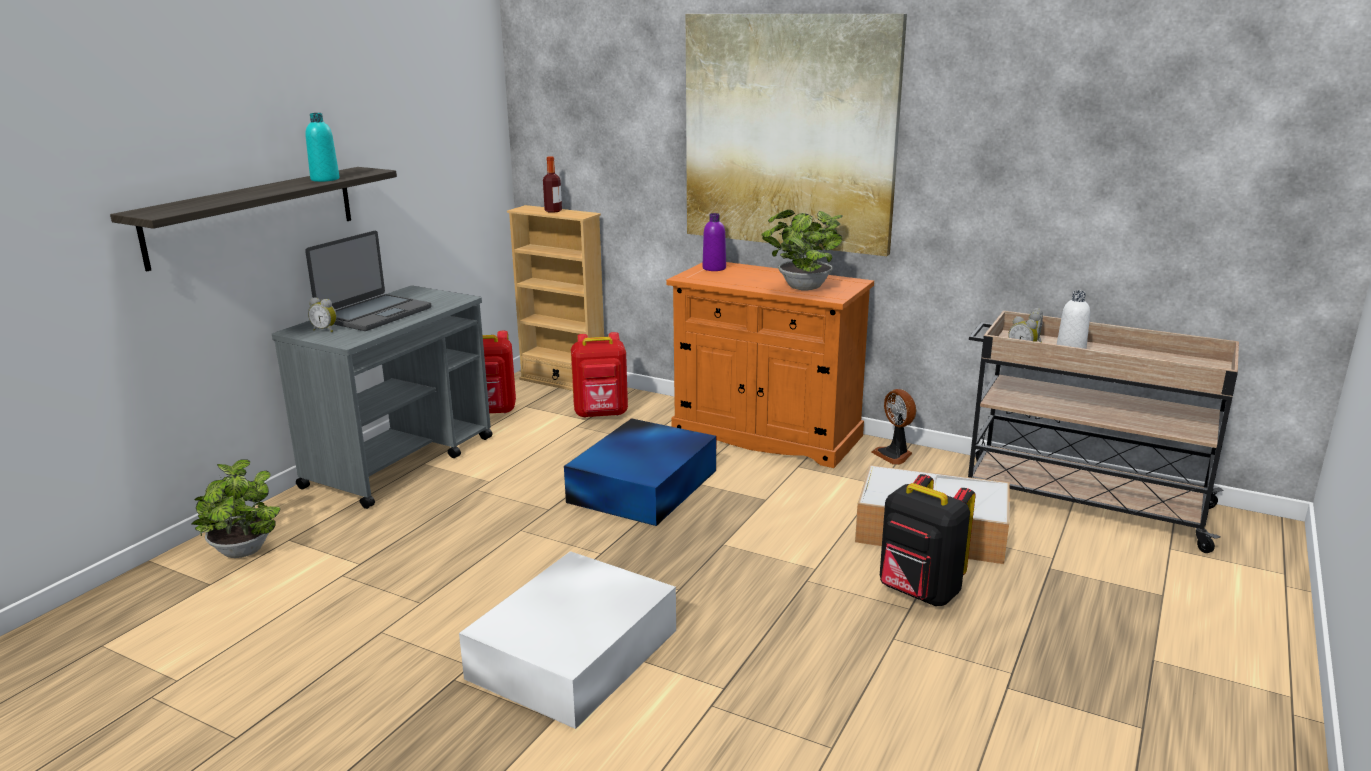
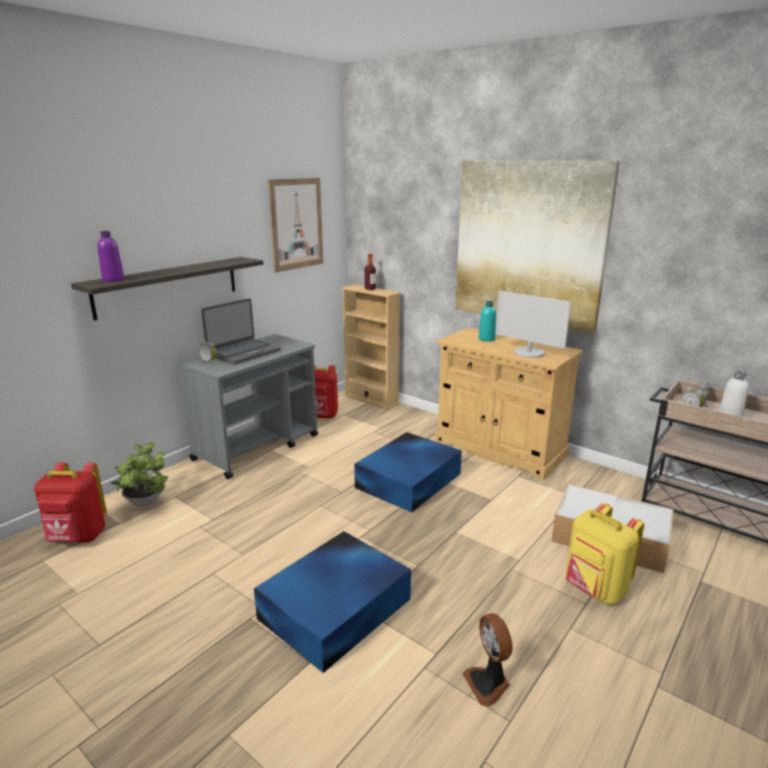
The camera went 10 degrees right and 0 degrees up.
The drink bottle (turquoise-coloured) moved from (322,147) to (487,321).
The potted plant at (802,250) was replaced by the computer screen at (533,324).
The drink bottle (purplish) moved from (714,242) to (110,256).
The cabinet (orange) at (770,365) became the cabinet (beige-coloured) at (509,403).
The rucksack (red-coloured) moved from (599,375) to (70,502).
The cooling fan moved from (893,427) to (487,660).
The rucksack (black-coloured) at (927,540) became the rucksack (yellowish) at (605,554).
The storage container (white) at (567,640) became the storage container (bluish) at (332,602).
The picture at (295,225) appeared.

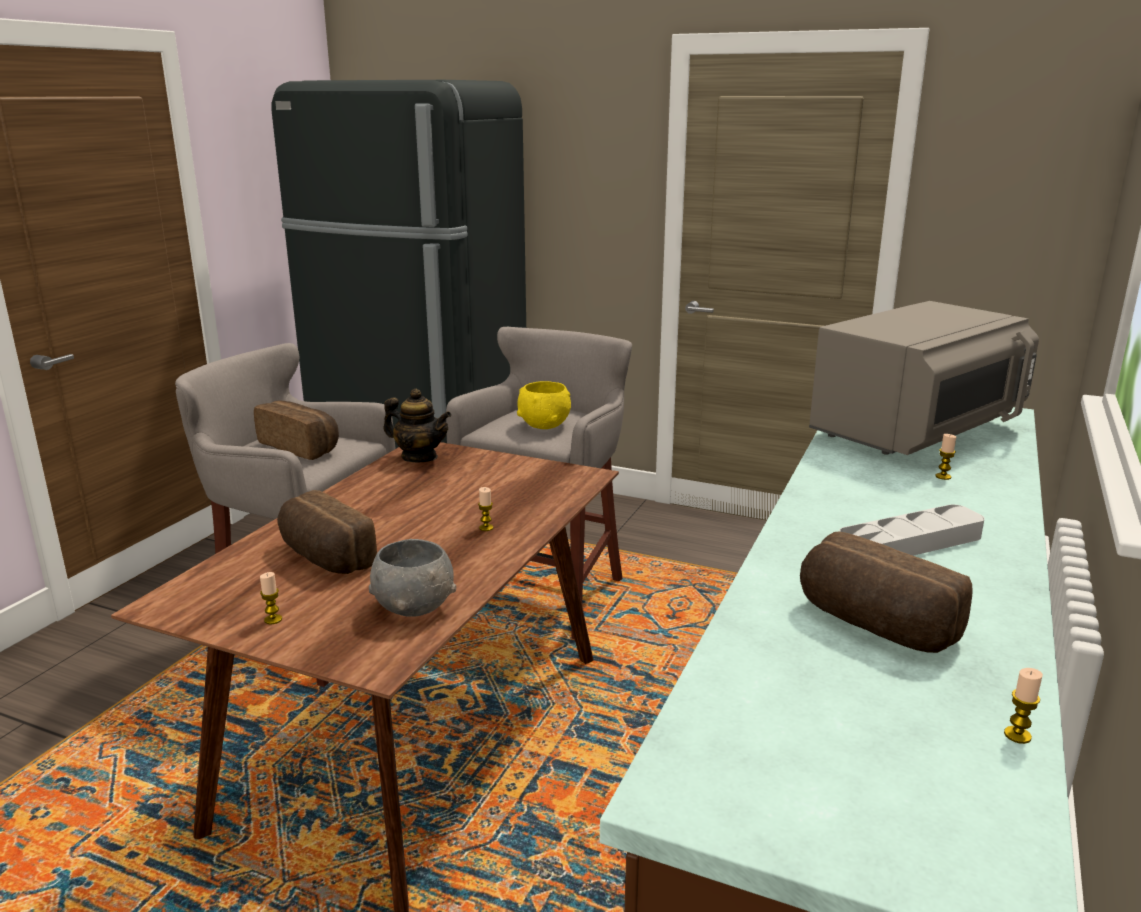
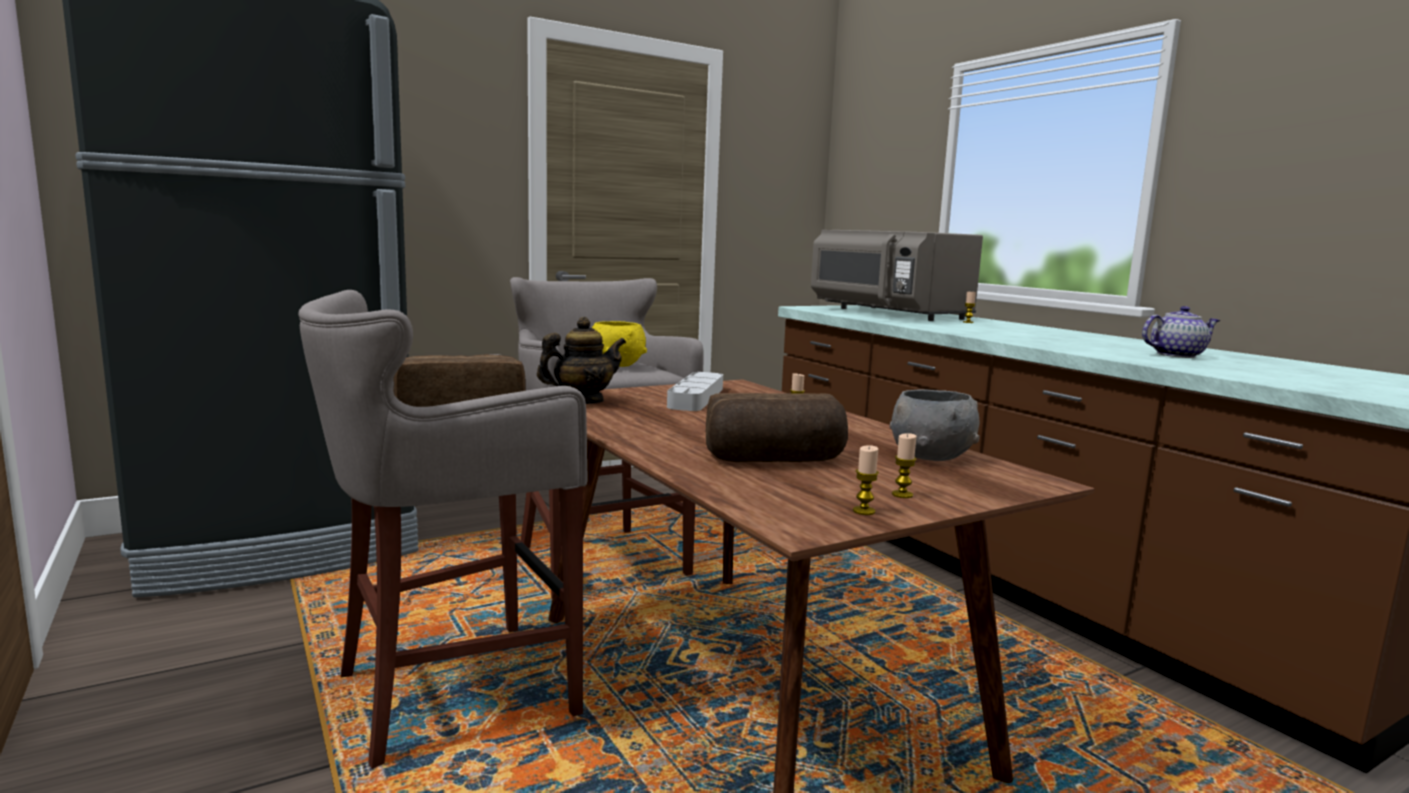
The camera went 55 degrees left and 10 degrees down.
The microwave oven (greyish) at (924,378) turned 150 degrees clockwise.
The tray (greyish) moved from (912,530) to (695,391).
The baked bread at (886,592) was replaced by the teapot at (1181,332).
The wax candle moved from (1023,706) to (866,480).

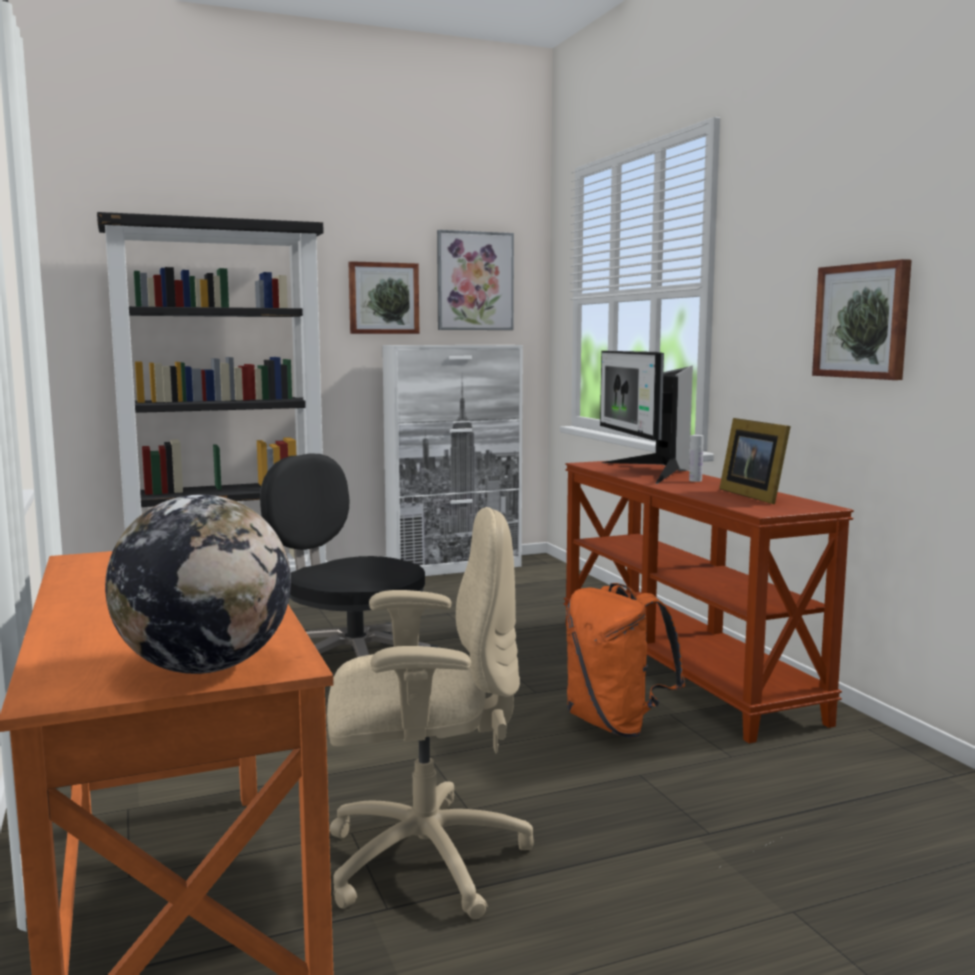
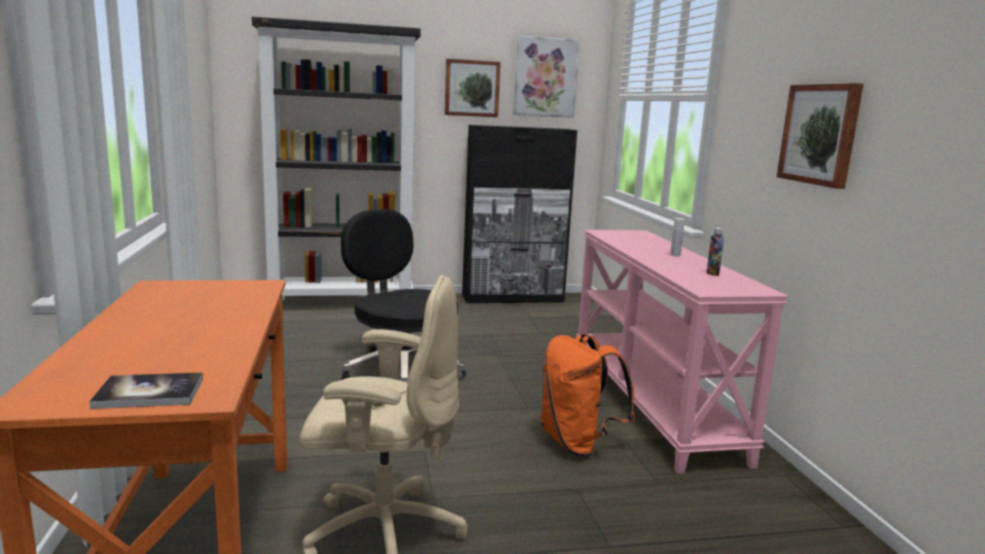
The camera went 10 degrees right and 5 degrees up.
The cabinet (white) at (452,460) became the cabinet (black-coloured) at (519,214).
The computer screen at (646,417) disappeared.
The picture frame at (755,461) was replaced by the drink bottle at (715,252).
The narrow table (brown-coloured) at (708,602) became the narrow table (pink) at (682,352).
The world globe at (198,584) was replaced by the bound book at (146,390).

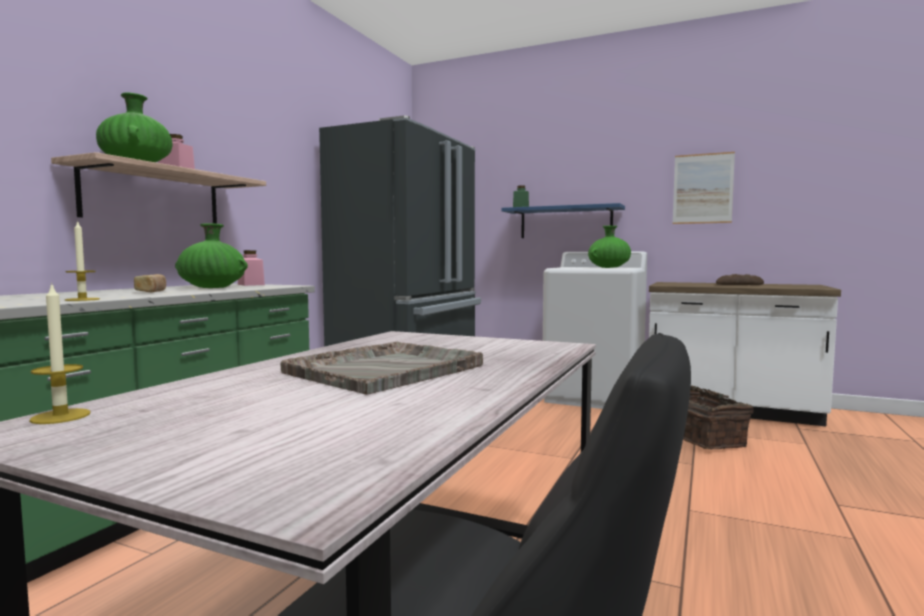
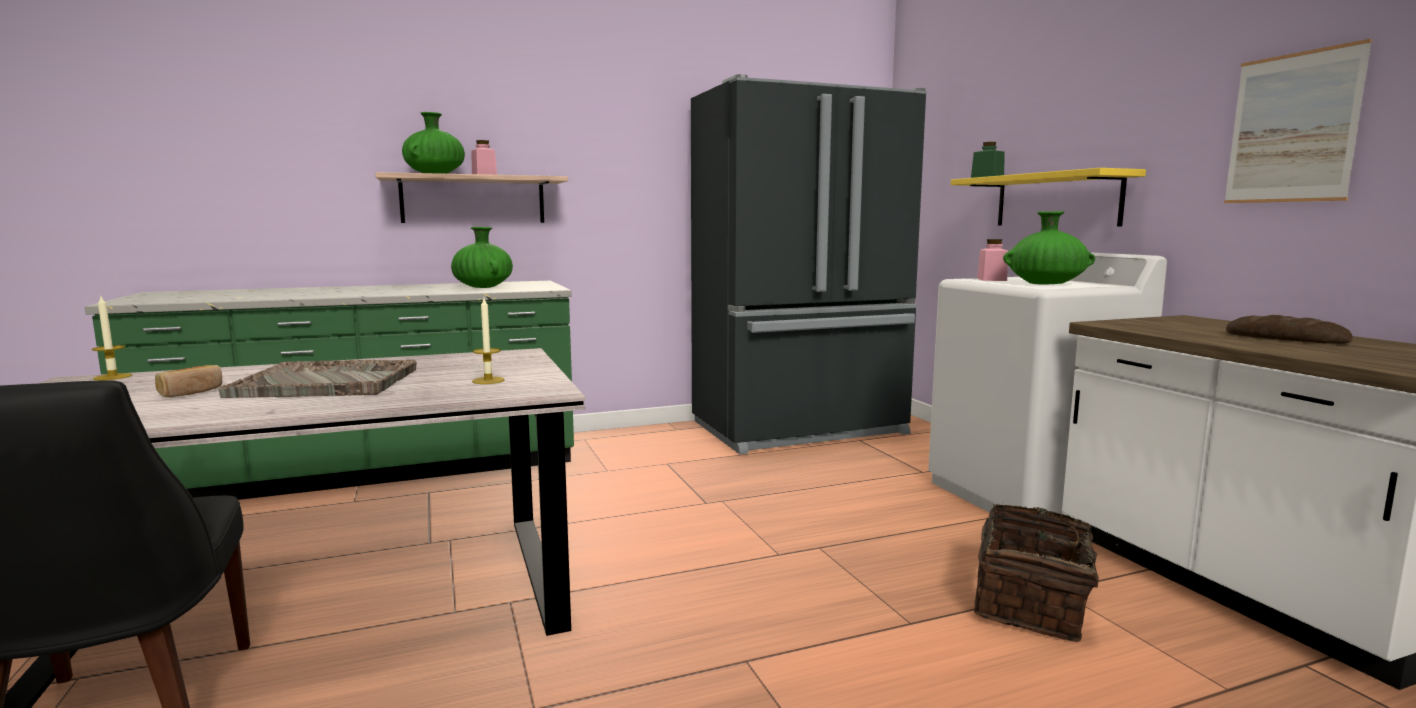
The camera went 45 degrees right and 5 degrees up.
The shelf (bluish) at (563,220) became the shelf (yellowish) at (1048,197).
The wax candle moved from (82,260) to (488,341).
The preserve jar (pink) moved from (251,268) to (992,260).
The baked bread moved from (150,283) to (188,381).

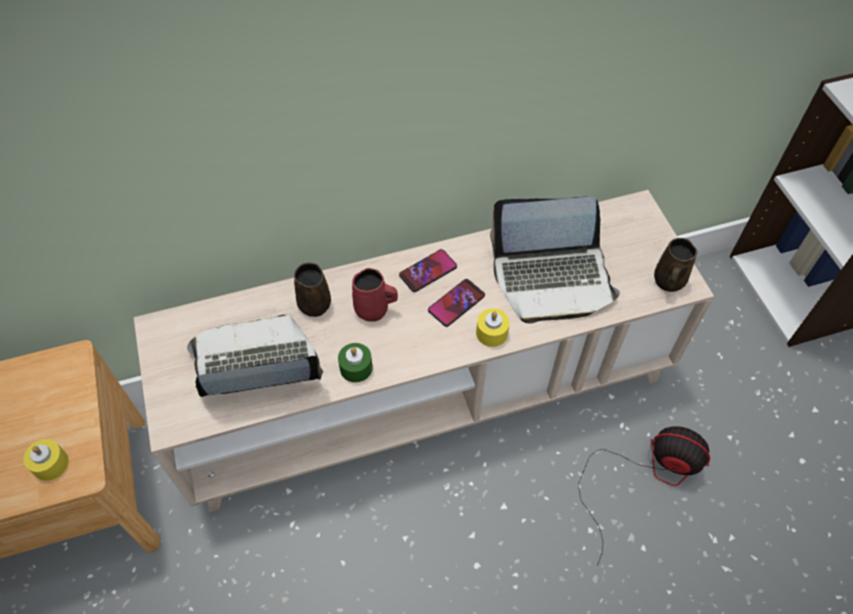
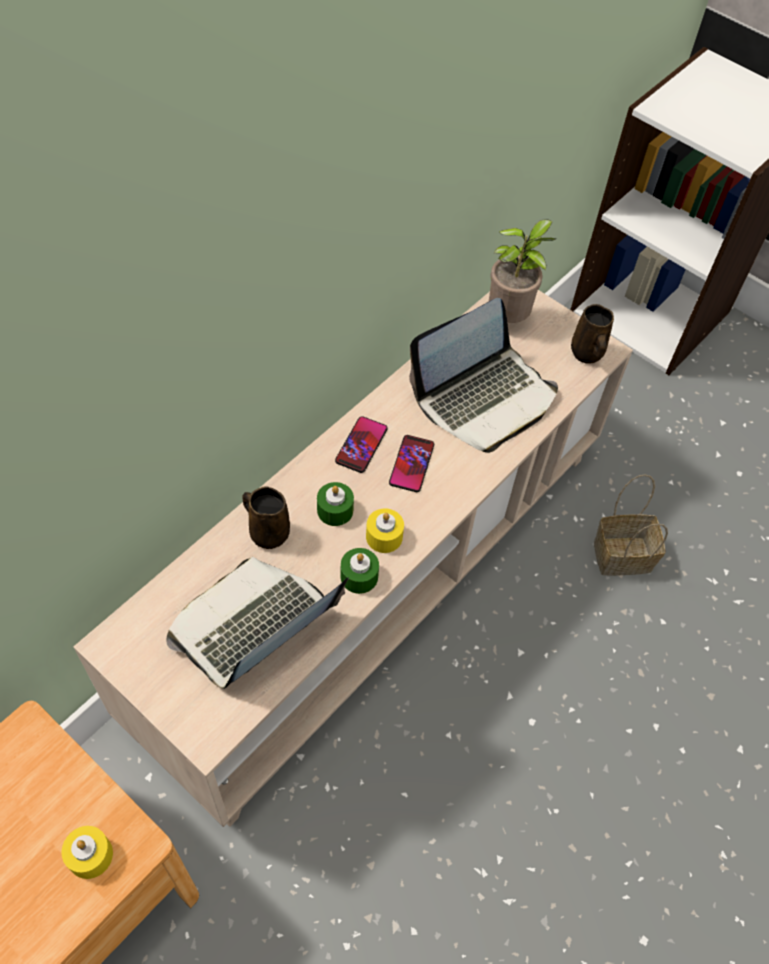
The camera went 35 degrees left and 0 degrees up.
The tea mug (red-coloured) at (375,295) was replaced by the wax candle (green) at (335,504).
The wax candle (yellowish) moved from (493,327) to (385,531).
The cooling fan at (644,496) was replaced by the household basket at (631,525).
The potted plant at (522,271) appeared.

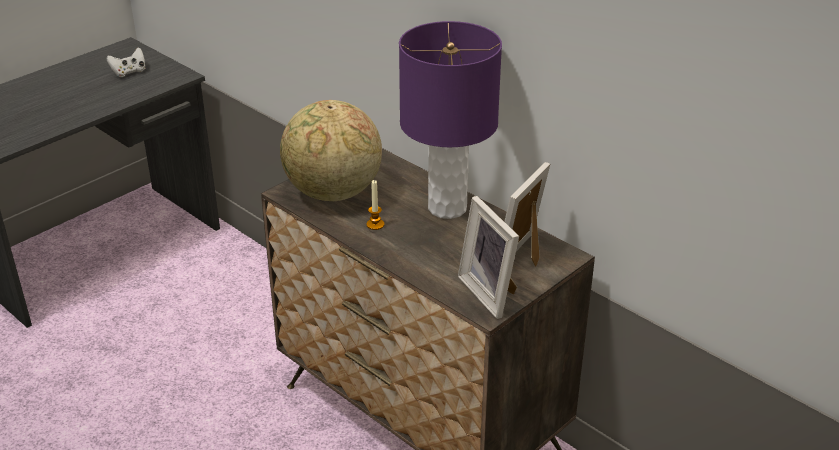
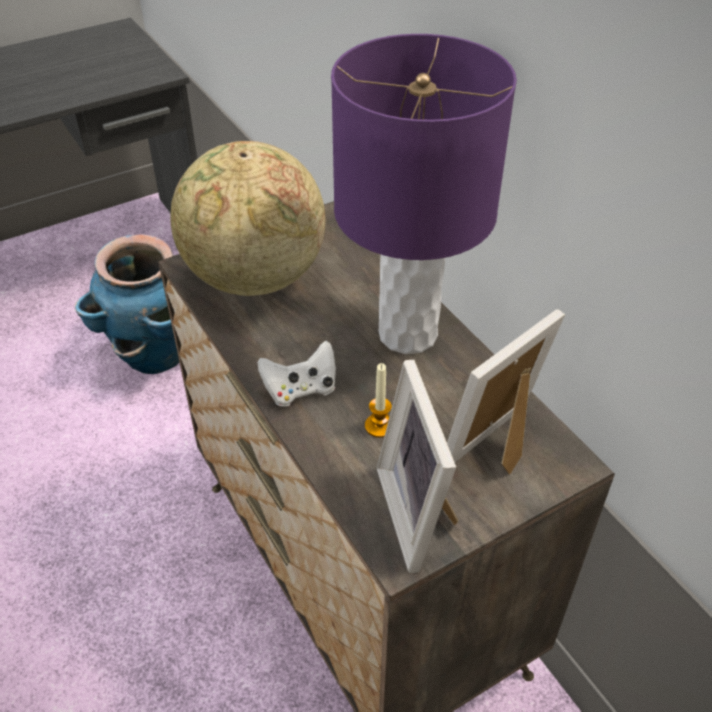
The camera went 15 degrees right and 10 degrees up.
The gamepad (white) moved from (125,62) to (297,373).
The wax candle moved from (375,205) to (378,400).
The planter at (127,304) appeared.

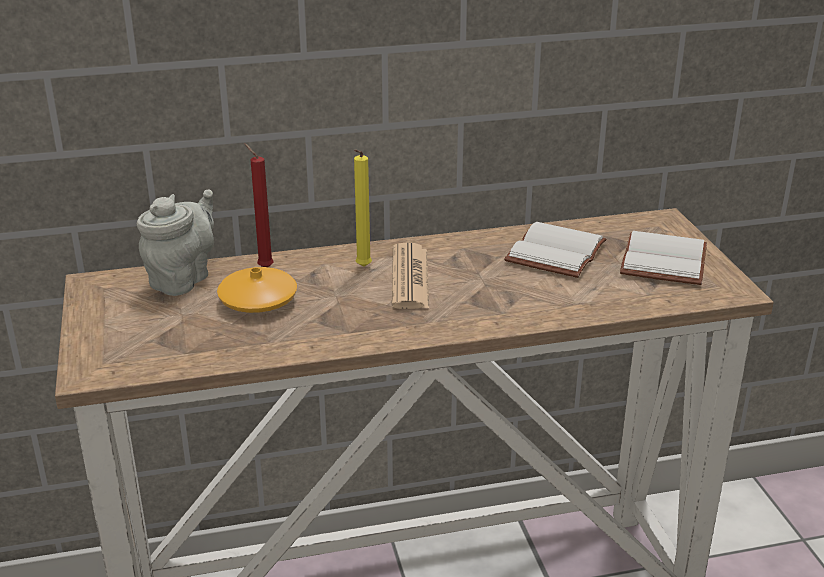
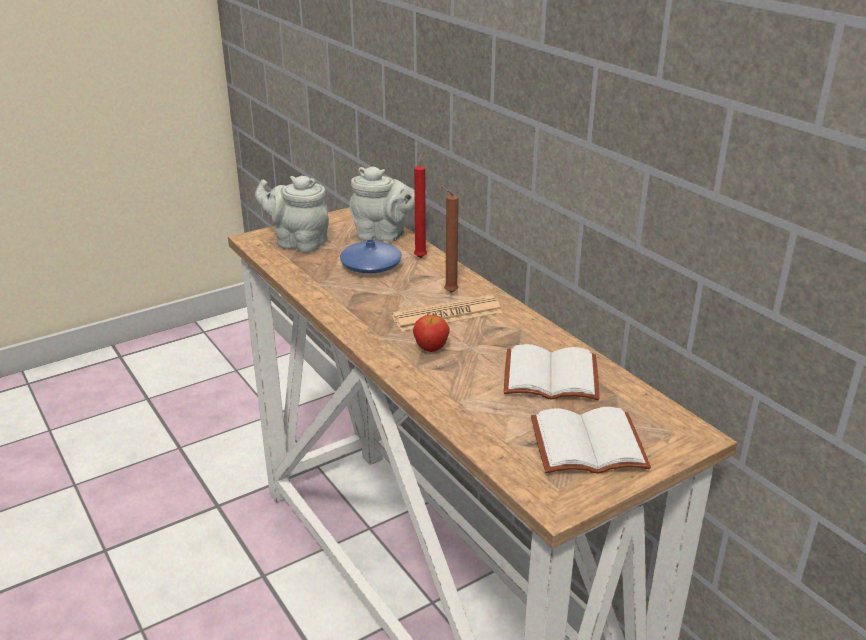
The camera went 70 degrees right and 0 degrees up.
The wax candle (yellowish) at (363,208) became the wax candle (brown-coloured) at (449,239).
The decorative vase (orange) at (257,290) became the decorative vase (bluish) at (371,256).
The teapot (greyish) at (292,214) appeared.
The whole apple at (431,333) appeared.

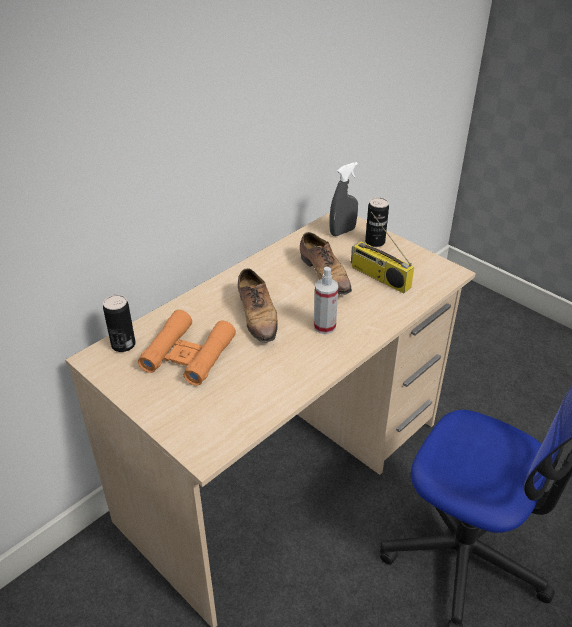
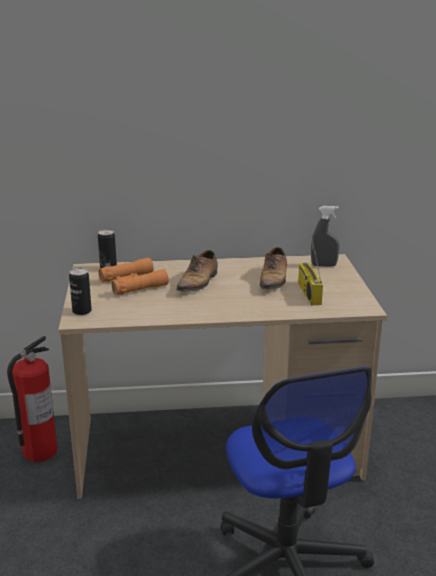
The camera went 40 degrees right and 15 degrees down.
The metal can moved from (377,222) to (80,291).
The spray bottle at (326,300) disappeared.
The fire extinguisher at (32,399) appeared.

